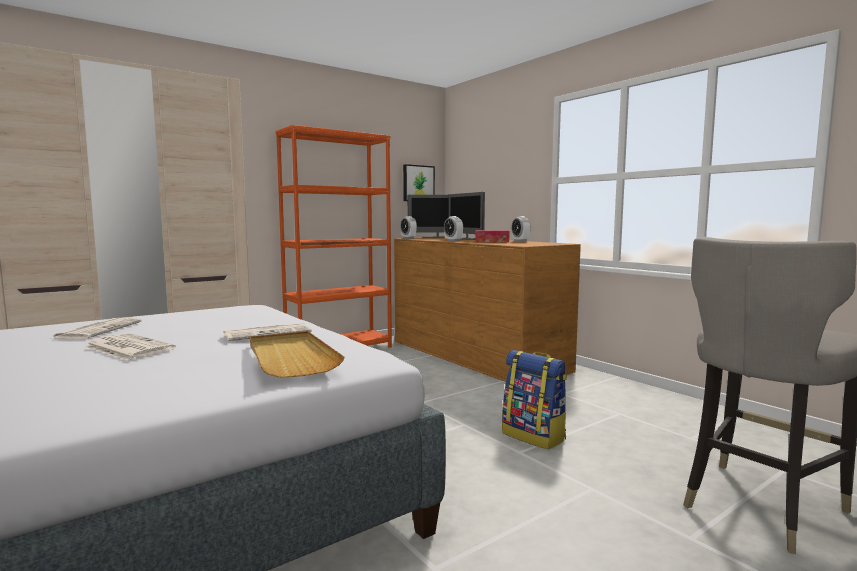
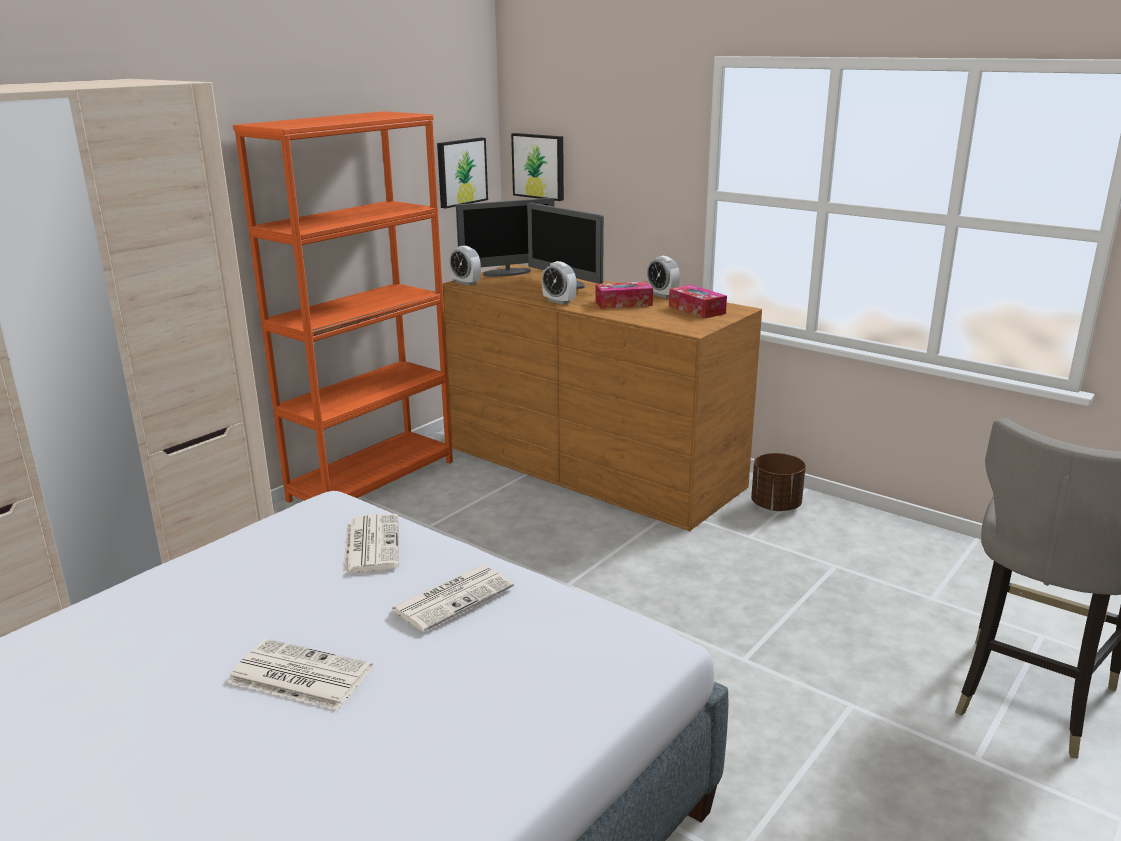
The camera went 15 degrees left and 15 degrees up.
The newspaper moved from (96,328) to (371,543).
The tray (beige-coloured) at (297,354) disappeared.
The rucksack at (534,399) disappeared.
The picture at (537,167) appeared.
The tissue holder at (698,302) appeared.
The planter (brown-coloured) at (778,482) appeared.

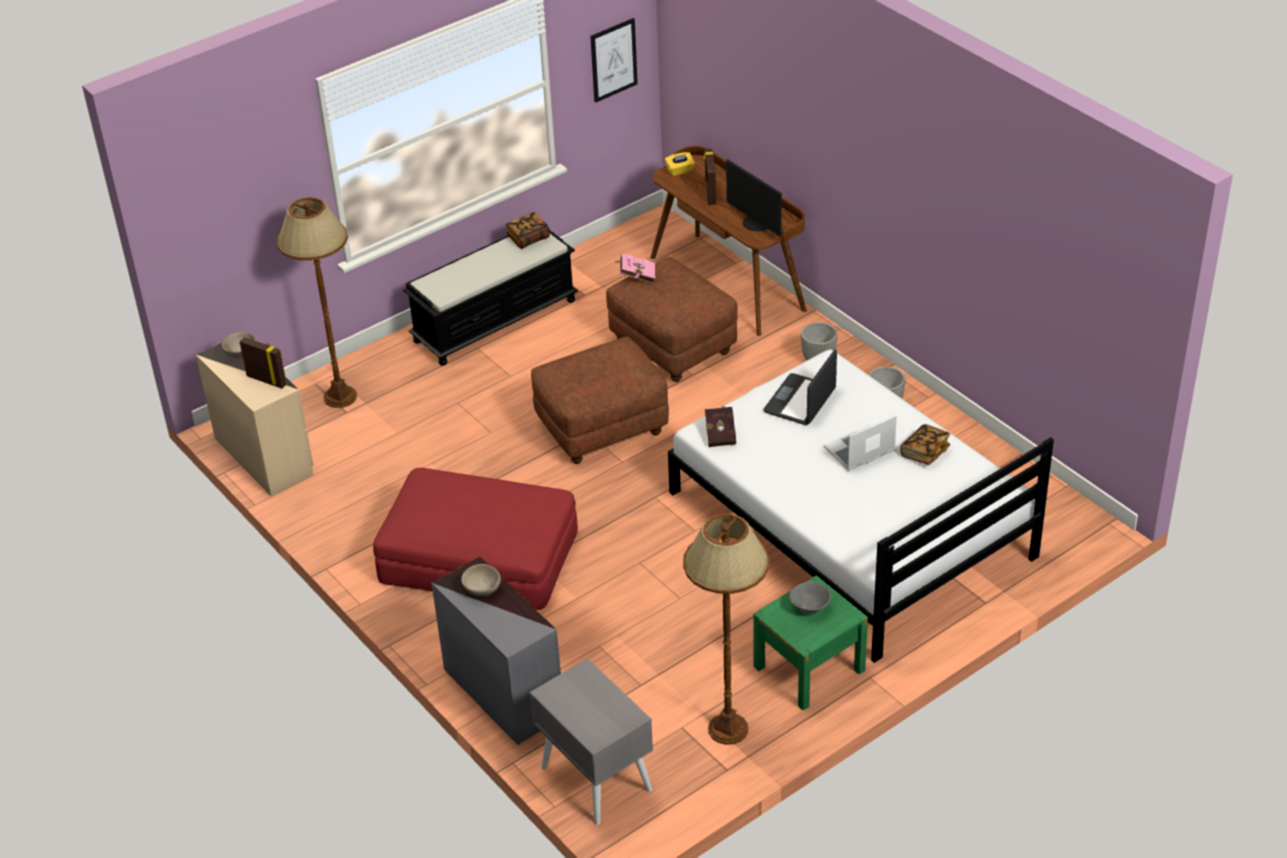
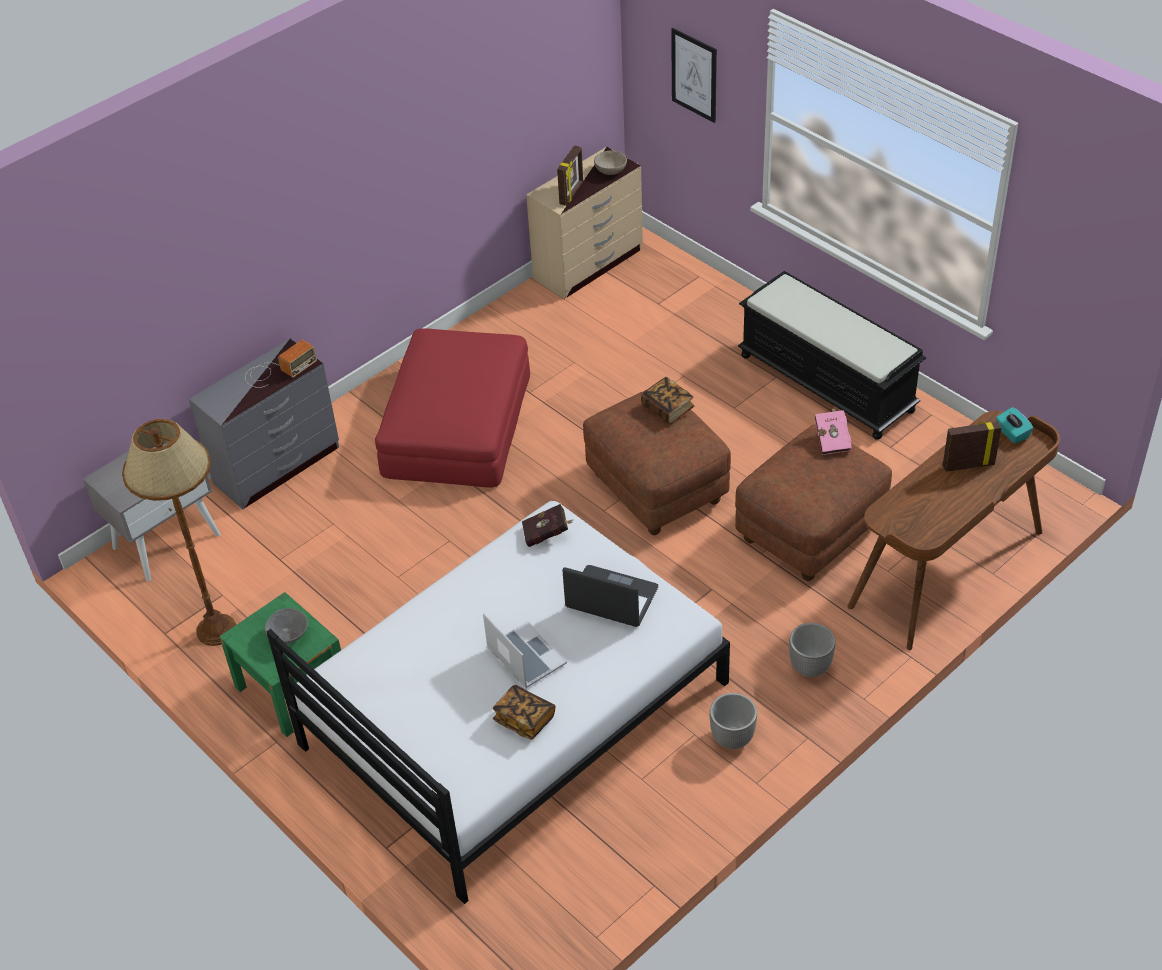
The camera went 85 degrees right and 5 degrees up.
The picture moved from (614,60) to (694,75).
The tissue holder (yellowish) at (680,164) became the tissue holder (turquoise-coloured) at (1014,425).
The computer screen at (754,197) disappeared.
The standard lamp (brown-coloured) at (317,302) disappeared.
The bound book moved from (527,230) to (667,401).
The bowl (beige-coloured) at (481,580) was replaced by the radio at (281,364).

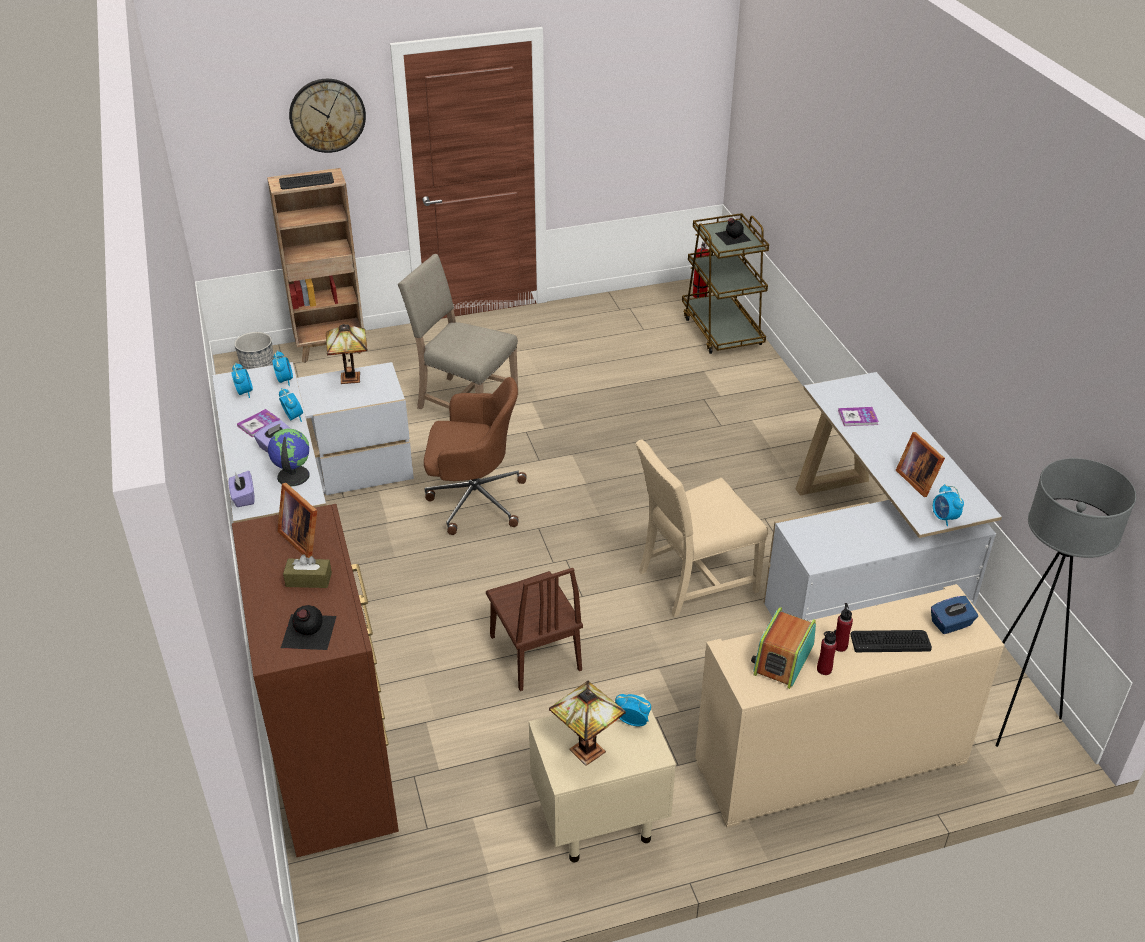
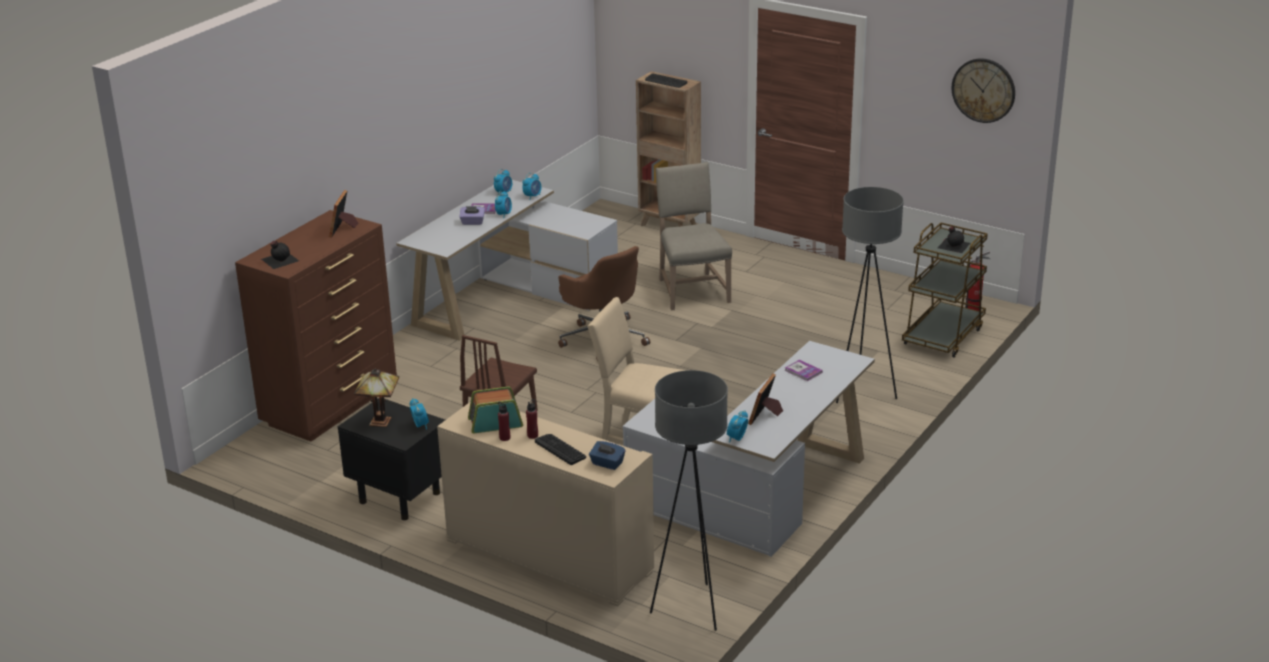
The camera went 50 degrees right and 10 degrees down.
The wall clock moved from (327,116) to (983,90).
The lamp for a table at (347,354) disappeared.
The planter at (254,350) disappeared.
The world globe at (289,457) disappeared.
The tissue holder (purplish) at (241,489) disappeared.
The tissue holder (brown-coloured) at (307,571) disappeared.
The nightstand (beige-coloured) at (602,778) became the nightstand (black-coloured) at (391,459).
The standard lamp (greyish) at (870,295) appeared.

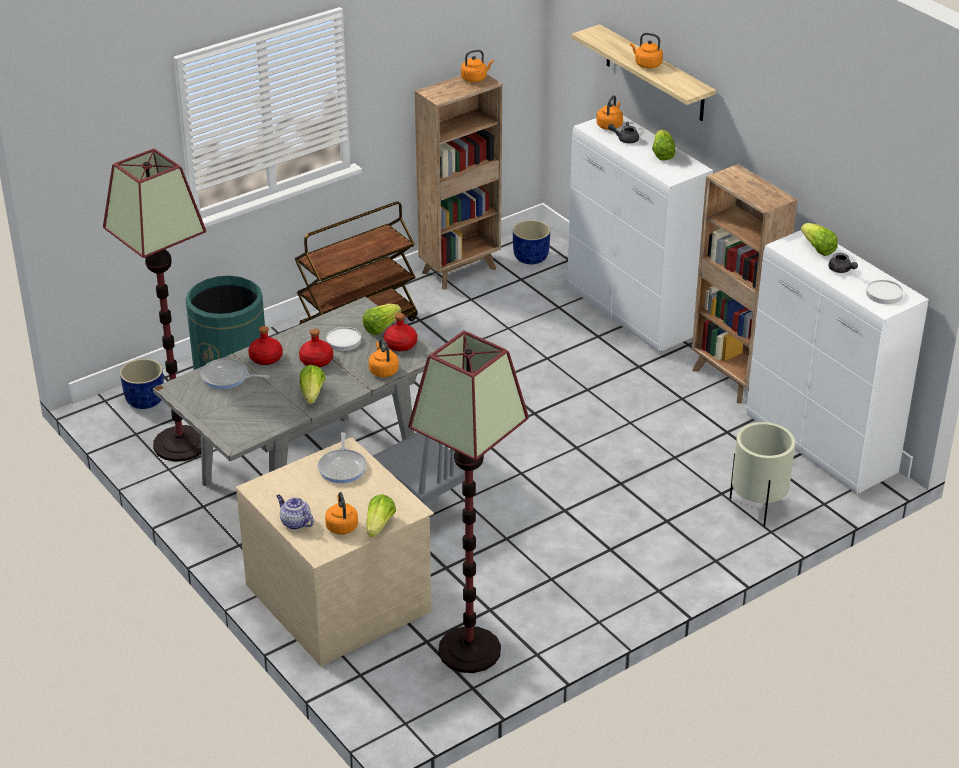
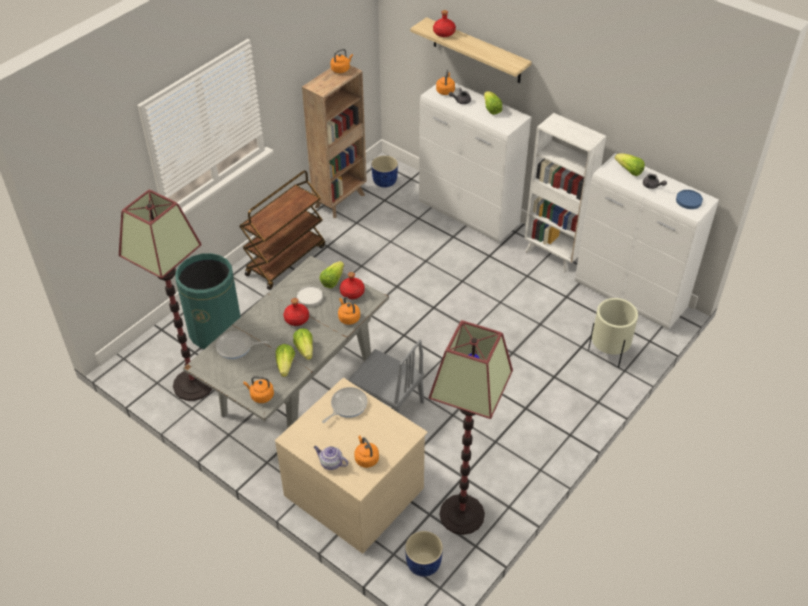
The camera went 15 degrees left and 10 degrees up.
The tea kettle (orange) moved from (646,50) to (258,389).
The bookshelf (brown-coloured) at (744,283) became the bookshelf (white) at (565,192).
The flat dish (white) at (884,292) became the flat dish (bluish) at (689,199).
The drink bottle (red-coloured) moved from (265,345) to (444,23).
The planter (bluish) moved from (142,384) to (424,554).
The frying pan at (342,457) turned 120 degrees counterclockwise.
The head of lettuce moved from (381,516) to (285,360).

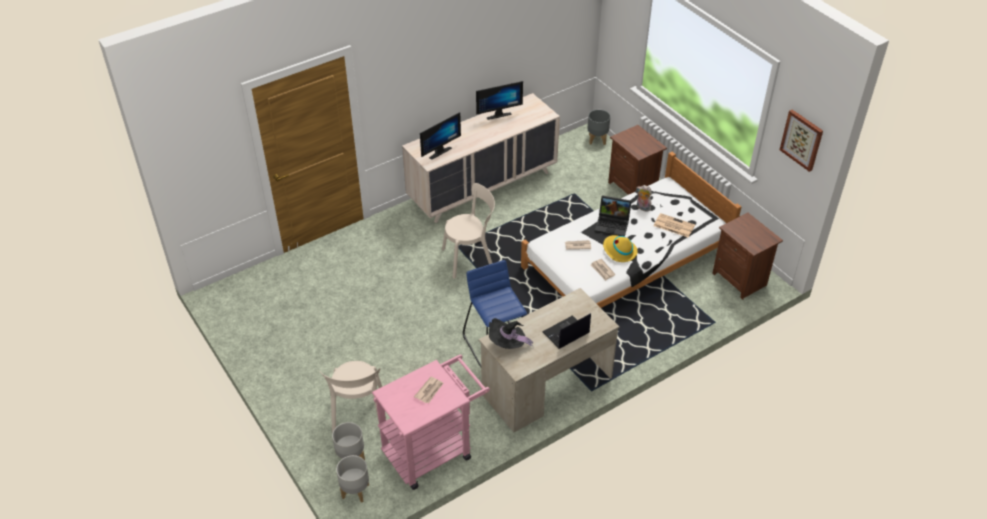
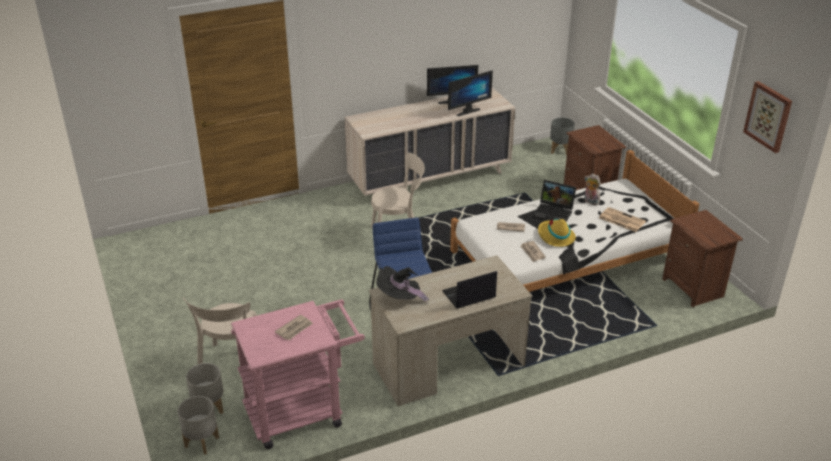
The camera went 10 degrees right and 10 degrees down.
The computer screen moved from (440,136) to (470,93).

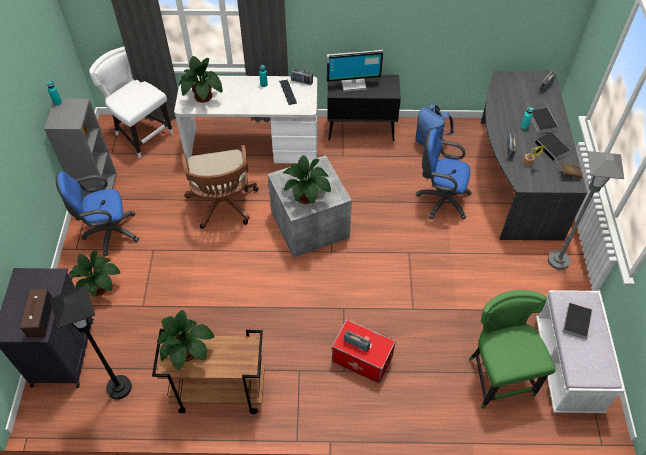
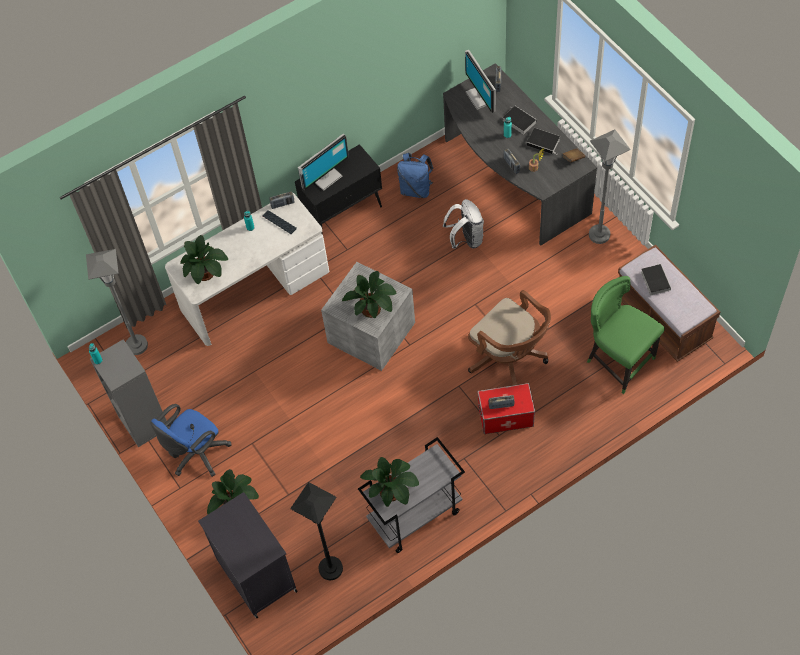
The camera went 30 degrees left and 5 degrees up.
The upright chair (white) at (131,102) was replaced by the standard lamp (greyish) at (117,302).
The computer chair (bluish) at (444,174) was replaced by the rucksack (white) at (463,224).
The computer chair (brown-coloured) moved from (219,187) to (509,337).
The radio at (36,313) disappeared.
The bench (white) at (580,351) became the bench (brown-coloured) at (669,303).
The wheeled cart (brown-coloured) at (208,371) became the wheeled cart (greyish) at (411,495).
The computer screen at (480,81) appeared.

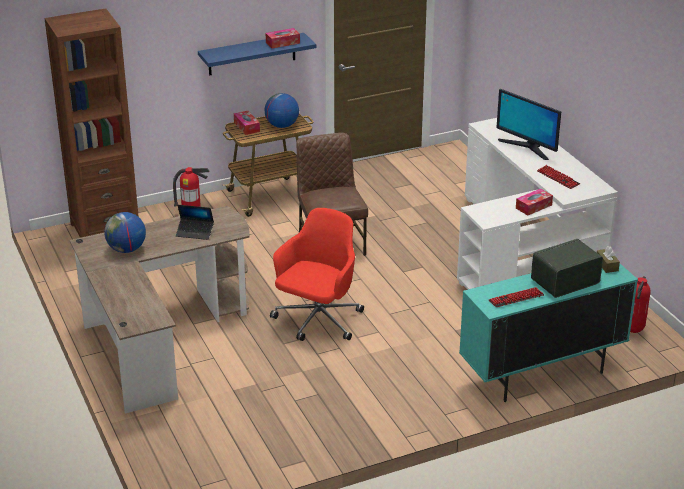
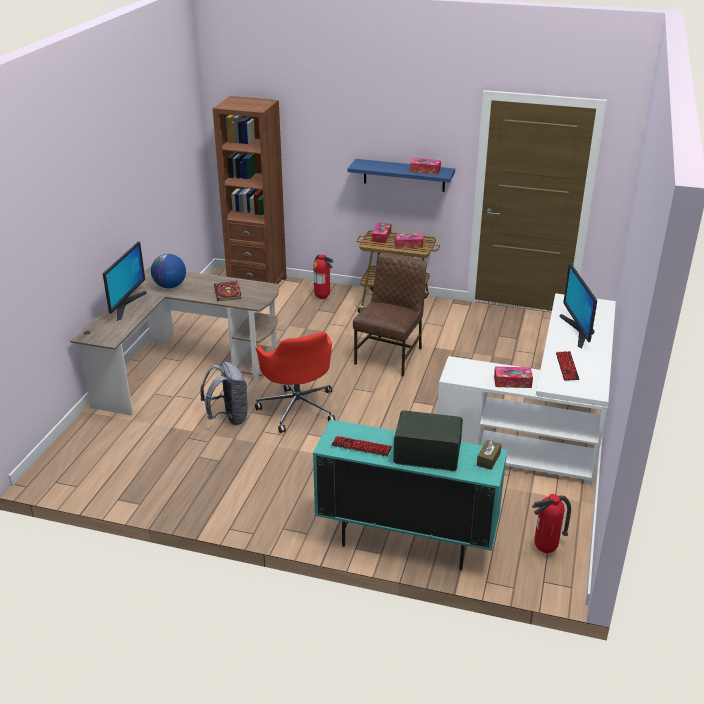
The camera went 40 degrees right and 0 degrees up.
The world globe at (282,110) was replaced by the tissue holder at (409,240).
The portable computer at (195,222) was replaced by the bound book at (227,291).
The computer chair (red-coloured) at (317,274) turned 90 degrees clockwise.
The computer screen at (125,281) appeared.
The rucksack (greyish) at (224,393) appeared.

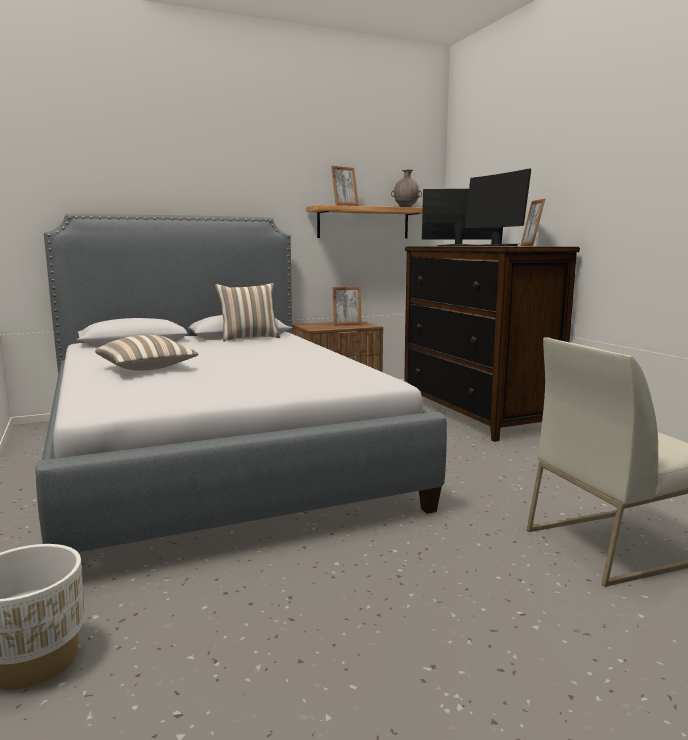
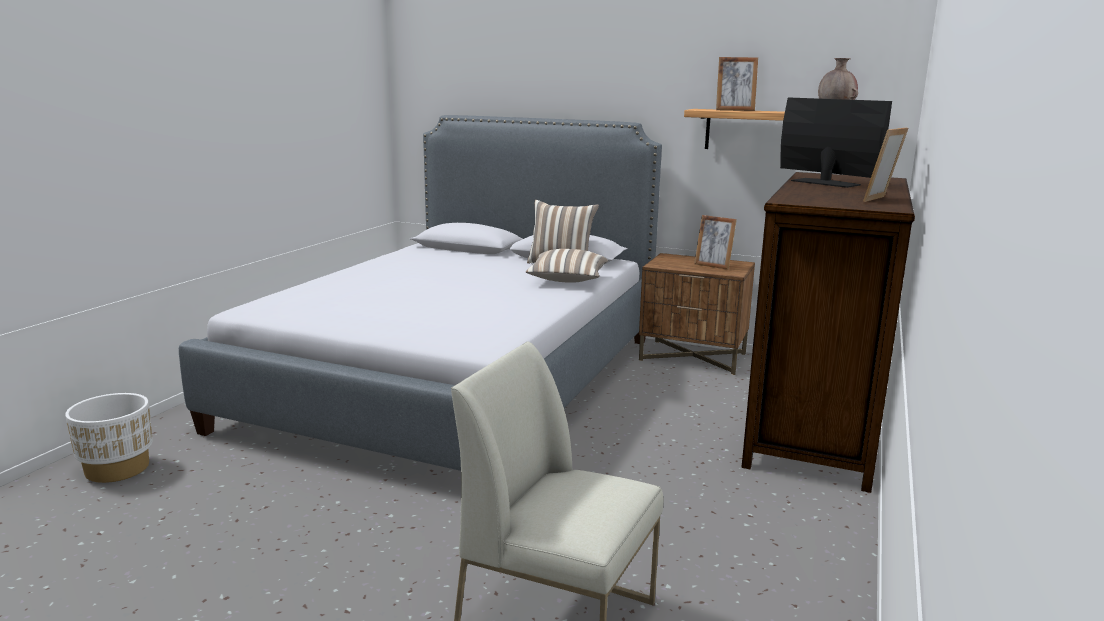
The camera went 45 degrees right and 5 degrees up.
The computer screen at (498,207) disappeared.
The throw pillow moved from (146,353) to (567,266).

